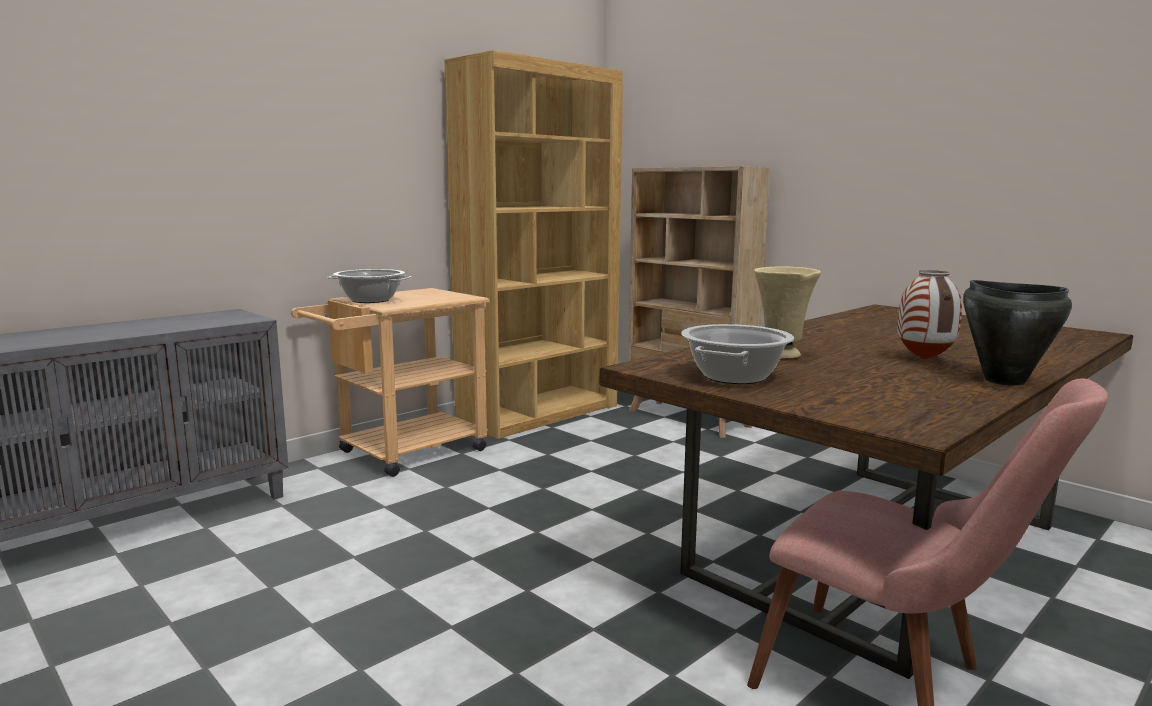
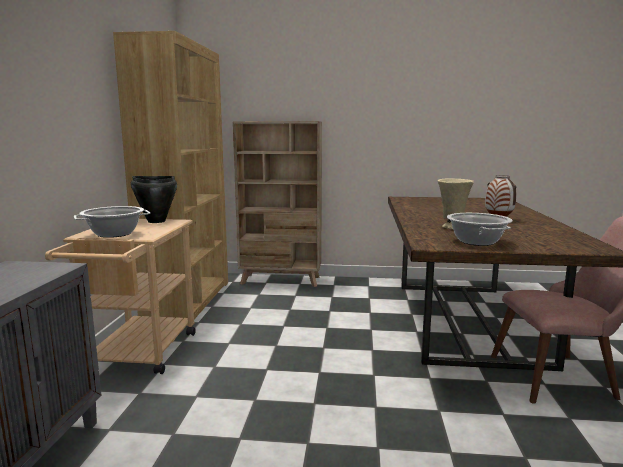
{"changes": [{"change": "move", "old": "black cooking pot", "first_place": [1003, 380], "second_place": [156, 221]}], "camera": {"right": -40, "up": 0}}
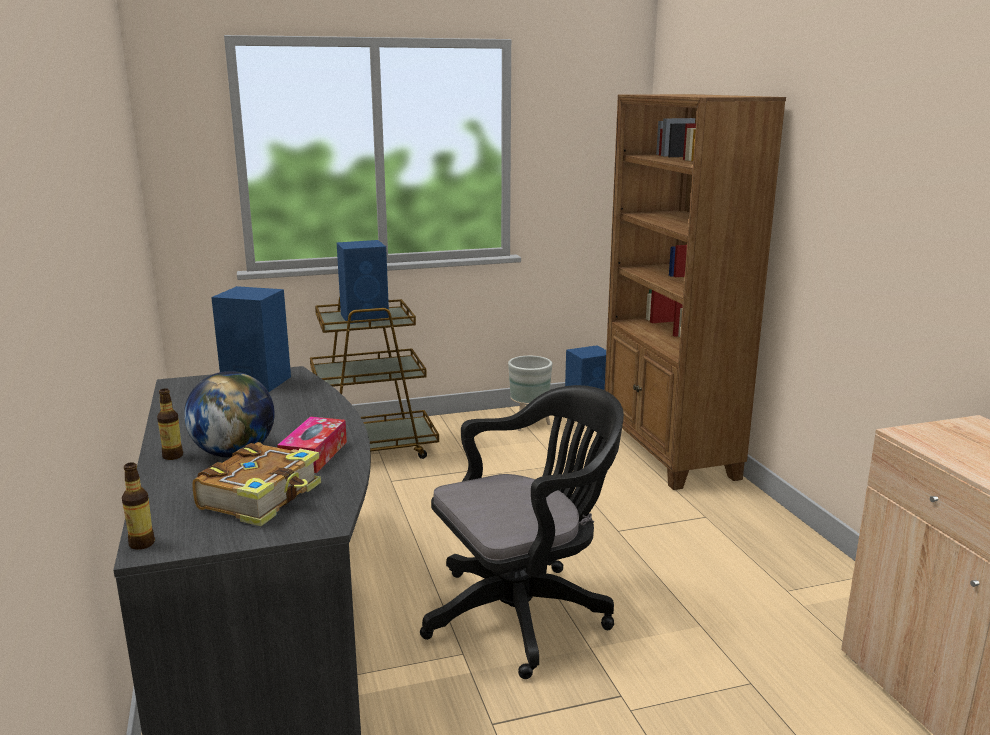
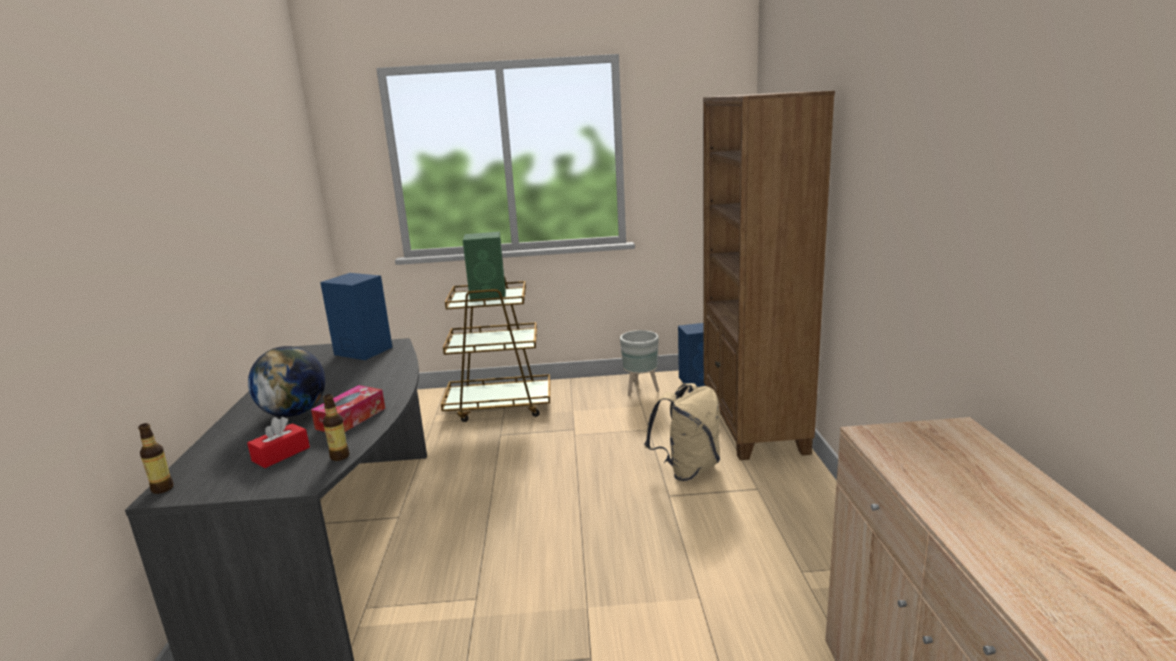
{"changes": [{"change": "move", "old": "bottle", "first_place": [173, 456], "second_place": [340, 456]}, {"change": "replace", "old": "book", "new": "red tissue box", "first_place": [262, 497], "second_place": [281, 454]}, {"change": "recolor", "old": "blue speaker", "new": "green speaker", "first_place": [366, 317], "second_place": [489, 296]}, {"change": "delete", "old": "black office chair", "first_place": [524, 612]}, {"change": "insert", "new": "beige backpack", "second_place": [687, 469]}], "camera": {"right": 15, "up": 0}}
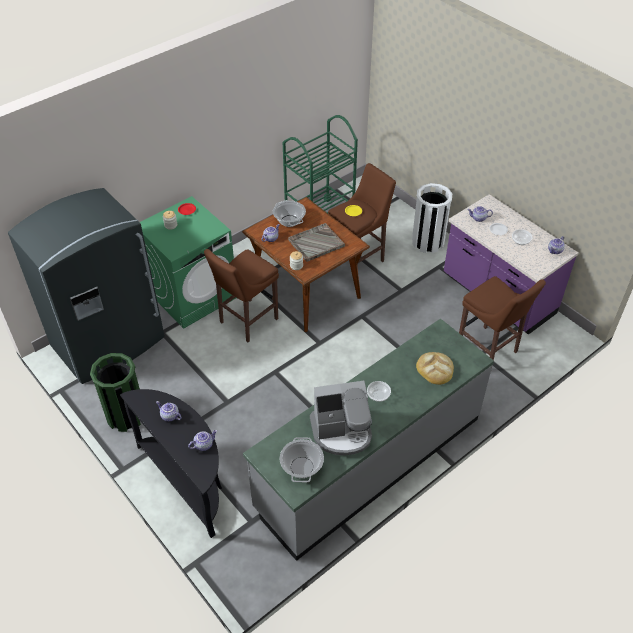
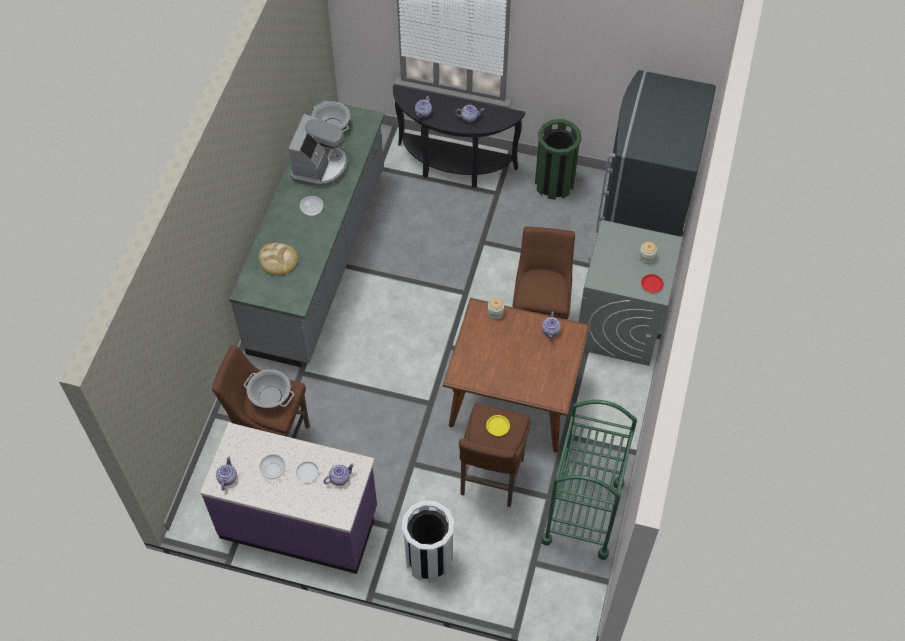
{"changes": [{"change": "recolor", "old": "green washing machine", "new": "grey washing machine", "first_place": [194, 295], "second_place": [619, 325]}, {"change": "move", "old": "cooking pot", "first_place": [289, 221], "second_place": [270, 396]}, {"change": "delete", "old": "grey tray", "first_place": [315, 243]}, {"change": "rotate", "old": "coffee machine", "first_place": [342, 432], "second_place": [320, 166], "degrees": 150}], "camera": {"right": 145, "up": 10}}
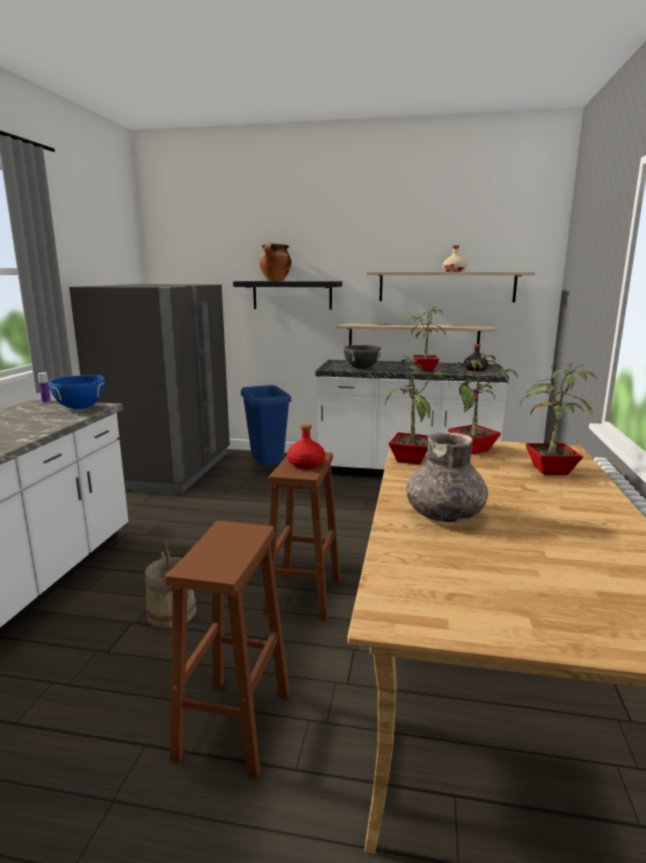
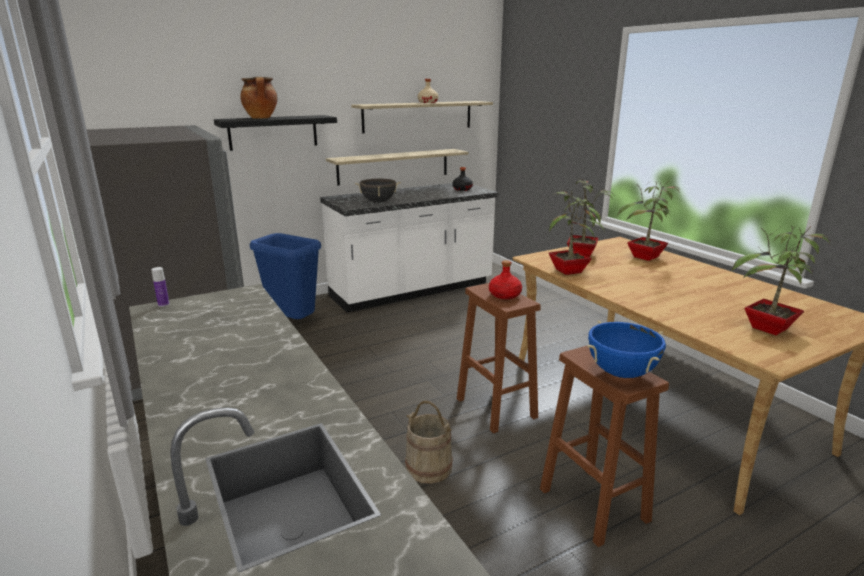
{"changes": [{"change": "move", "old": "blue cooking pot", "first_place": [80, 408], "second_place": [621, 373]}, {"change": "delete", "old": "grey vase", "first_place": [445, 515]}, {"change": "move", "old": "potted plant", "first_place": [423, 370], "second_place": [768, 329]}], "camera": {"right": -40, "up": 5}}
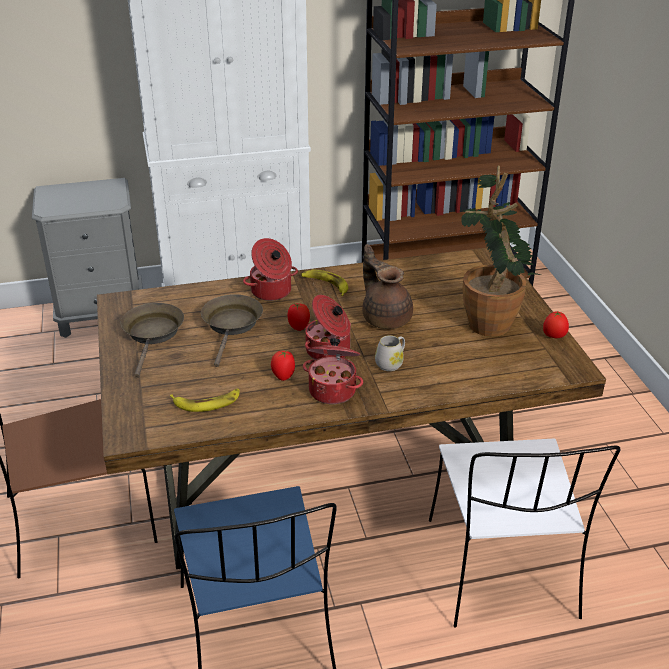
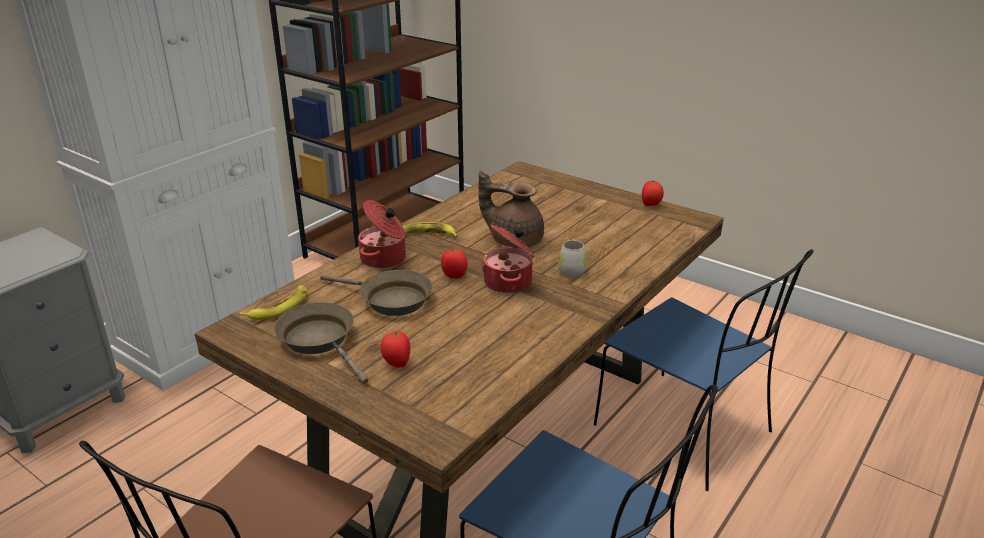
{"changes": [{"change": "move", "old": "banana", "first_place": [207, 402], "second_place": [279, 307]}, {"change": "rotate", "old": "brown frying pan", "first_place": [232, 325], "second_place": [390, 300], "degrees": 150}, {"change": "move", "old": "tomato", "first_place": [283, 376], "second_place": [396, 363]}, {"change": "delete", "old": "cooking pot", "first_place": [333, 390]}, {"change": "recolor", "old": "white chair", "new": "blue chair", "first_place": [502, 571], "second_place": [686, 430]}, {"change": "delete", "old": "potted plant", "first_place": [492, 319]}], "camera": {"right": -40, "up": -5}}
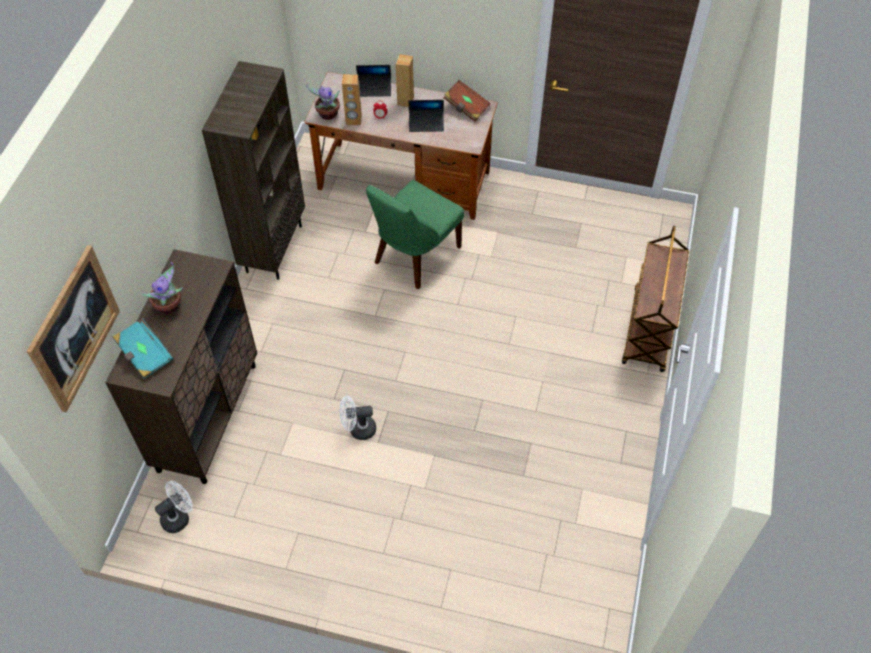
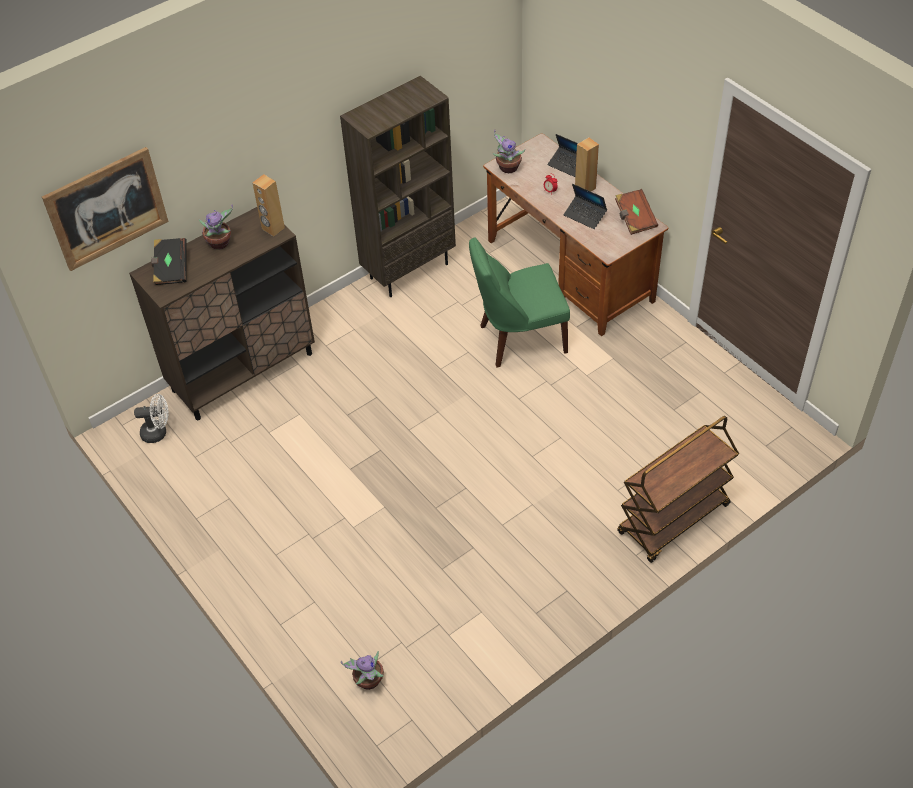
{"changes": [{"change": "recolor", "old": "turquoise book", "new": "black book", "first_place": [144, 355], "second_place": [171, 269]}, {"change": "delete", "old": "white fan", "first_place": [358, 429]}, {"change": "move", "old": "brown speaker", "first_place": [353, 120], "second_place": [273, 229]}, {"change": "insert", "new": "potted plant", "second_place": [368, 681]}], "camera": {"right": 40, "up": -5}}
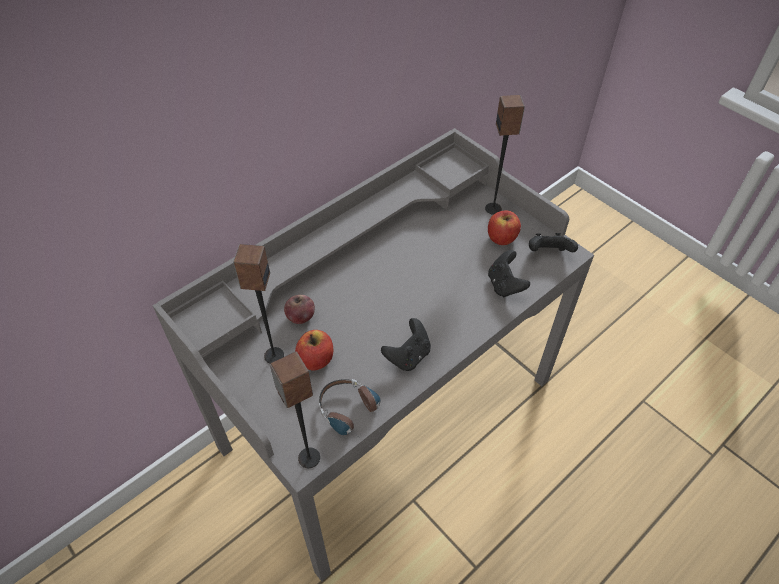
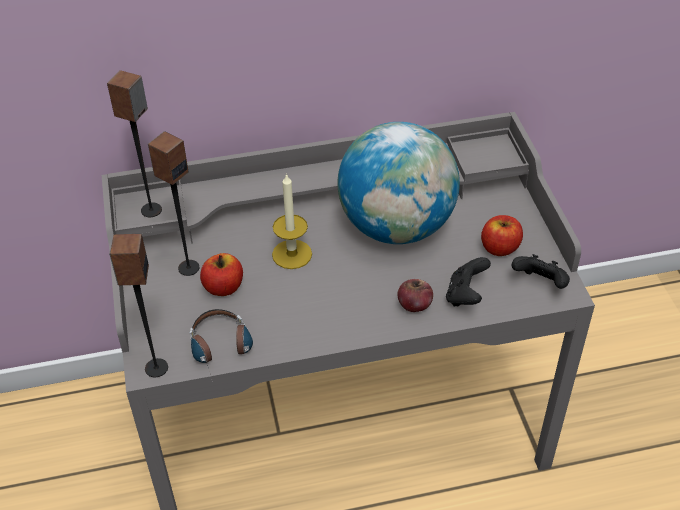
{"changes": [{"change": "move", "old": "apple", "first_place": [301, 317], "second_place": [414, 305]}, {"change": "delete", "old": "black game controller", "first_place": [408, 356]}, {"change": "move", "old": "speaker", "first_place": [493, 208], "second_place": [151, 210]}, {"change": "insert", "new": "candle", "second_place": [292, 254]}, {"change": "insert", "new": "globe", "second_place": [396, 227]}], "camera": {"right": 30, "up": -5}}
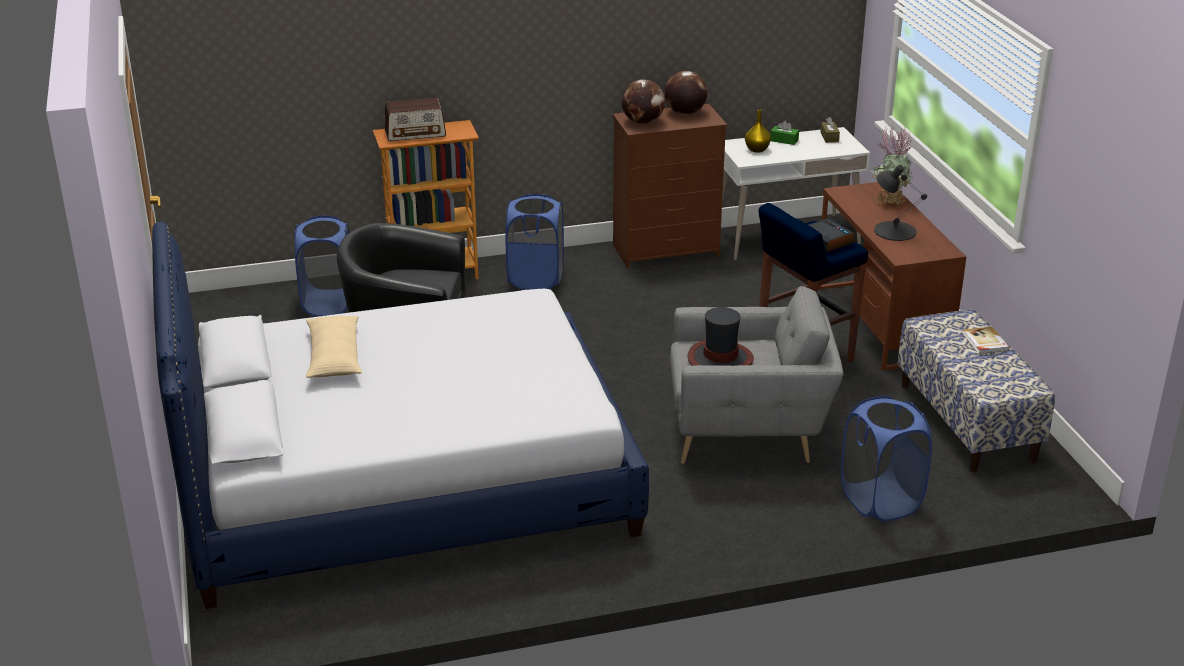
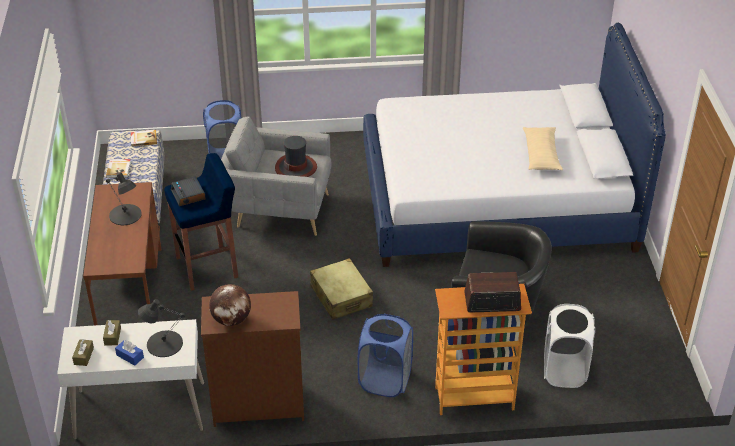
{"changes": [{"change": "recolor", "old": "blue laundry basket", "new": "white laundry basket", "first_place": [328, 303], "second_place": [564, 371]}, {"change": "delete", "old": "globe", "first_place": [642, 122]}, {"change": "replace", "old": "yellow vase", "new": "black table lamp", "first_place": [757, 150], "second_place": [164, 343]}, {"change": "recolor", "old": "green tissue box", "new": "blue tissue box", "first_place": [784, 140], "second_place": [130, 356]}, {"change": "delete", "old": "potted plant", "first_place": [889, 200]}, {"change": "insert", "new": "brown tissue box", "second_place": [112, 336]}, {"change": "insert", "new": "book", "second_place": [143, 139]}, {"change": "insert", "new": "beige suitcase", "second_place": [341, 296]}], "camera": {"right": -170, "up": 10}}
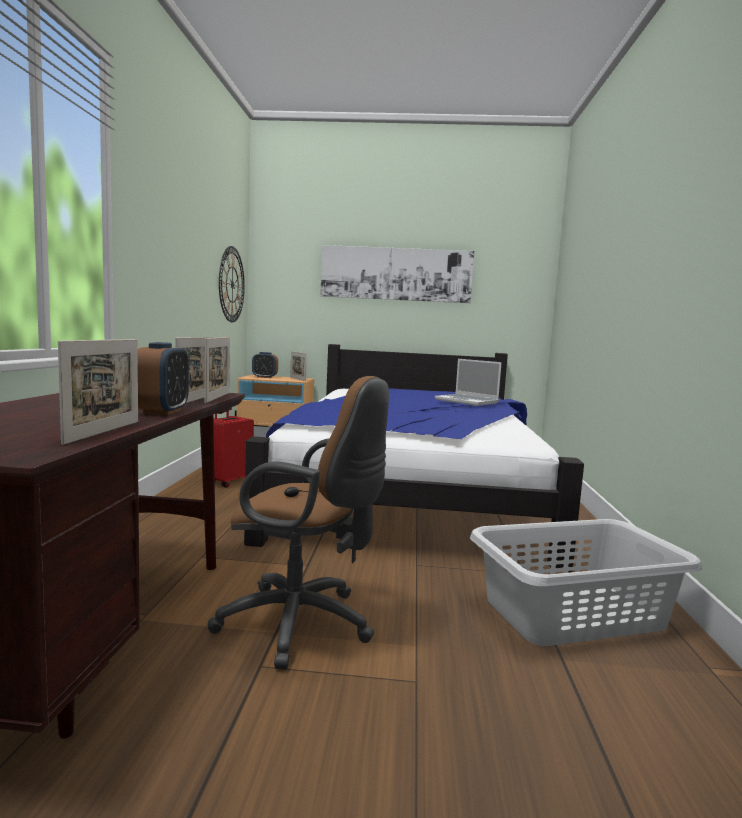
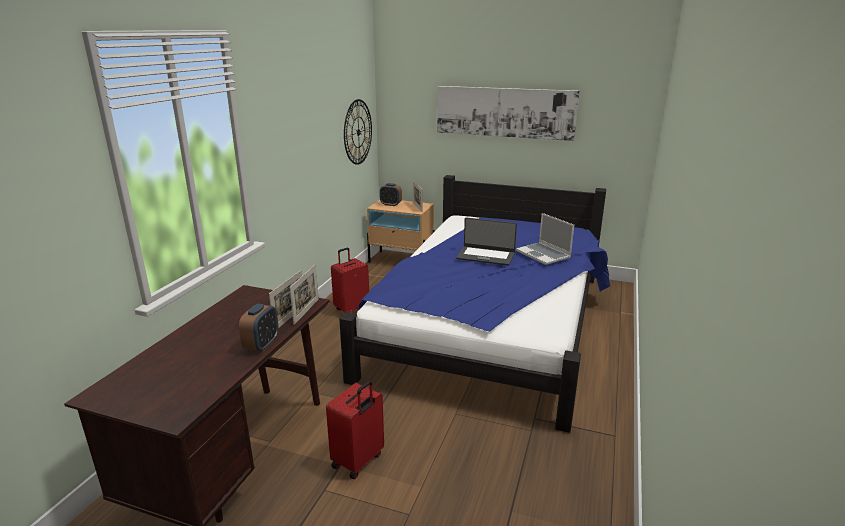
{"changes": [{"change": "delete", "old": "picture frame", "first_place": [104, 432]}, {"change": "replace", "old": "brown office chair", "new": "red suitcase", "first_place": [303, 625], "second_place": [358, 461]}, {"change": "delete", "old": "grey laundry basket", "first_place": [572, 612]}, {"change": "insert", "new": "laptop", "second_place": [485, 256]}], "camera": {"right": 15, "up": 15}}
